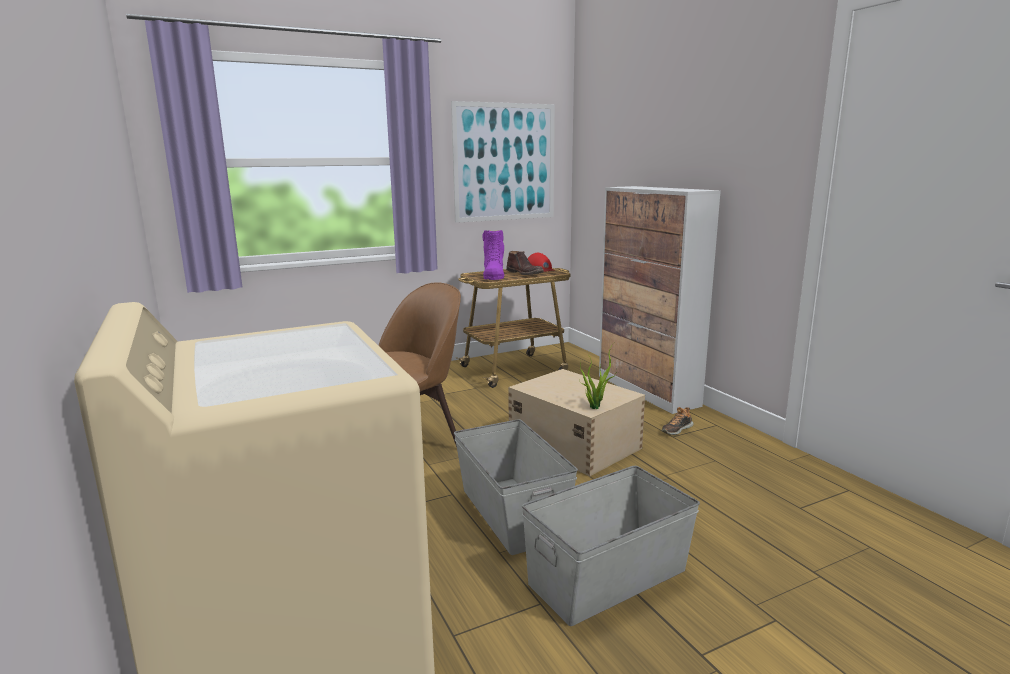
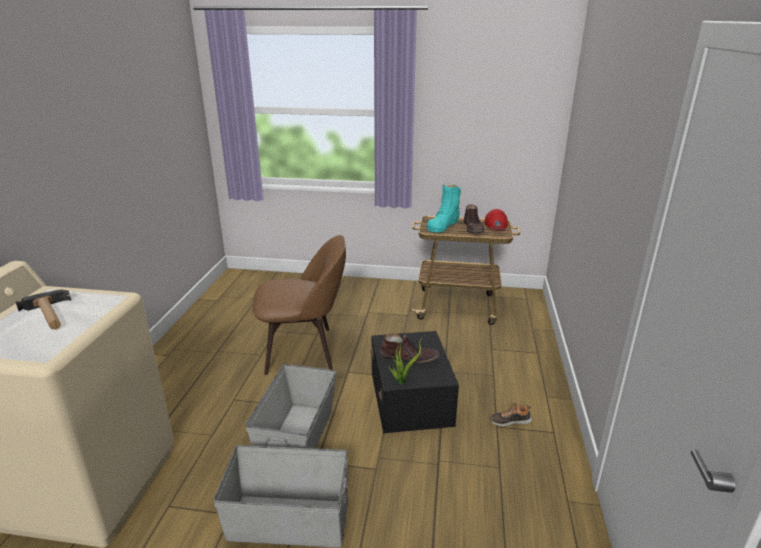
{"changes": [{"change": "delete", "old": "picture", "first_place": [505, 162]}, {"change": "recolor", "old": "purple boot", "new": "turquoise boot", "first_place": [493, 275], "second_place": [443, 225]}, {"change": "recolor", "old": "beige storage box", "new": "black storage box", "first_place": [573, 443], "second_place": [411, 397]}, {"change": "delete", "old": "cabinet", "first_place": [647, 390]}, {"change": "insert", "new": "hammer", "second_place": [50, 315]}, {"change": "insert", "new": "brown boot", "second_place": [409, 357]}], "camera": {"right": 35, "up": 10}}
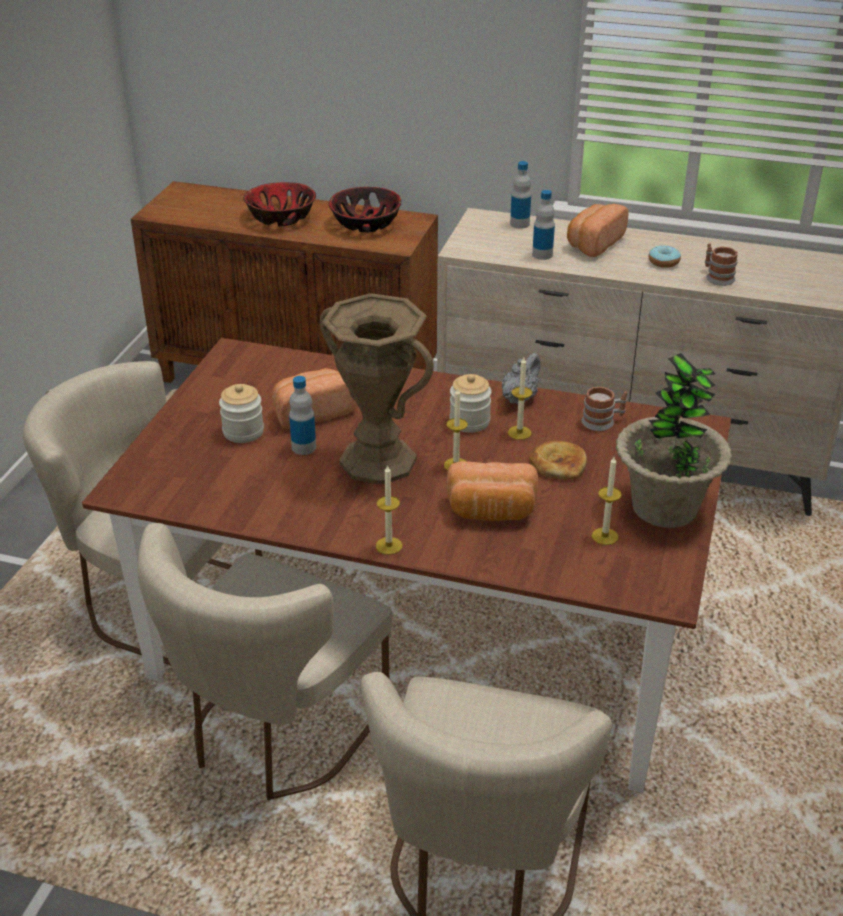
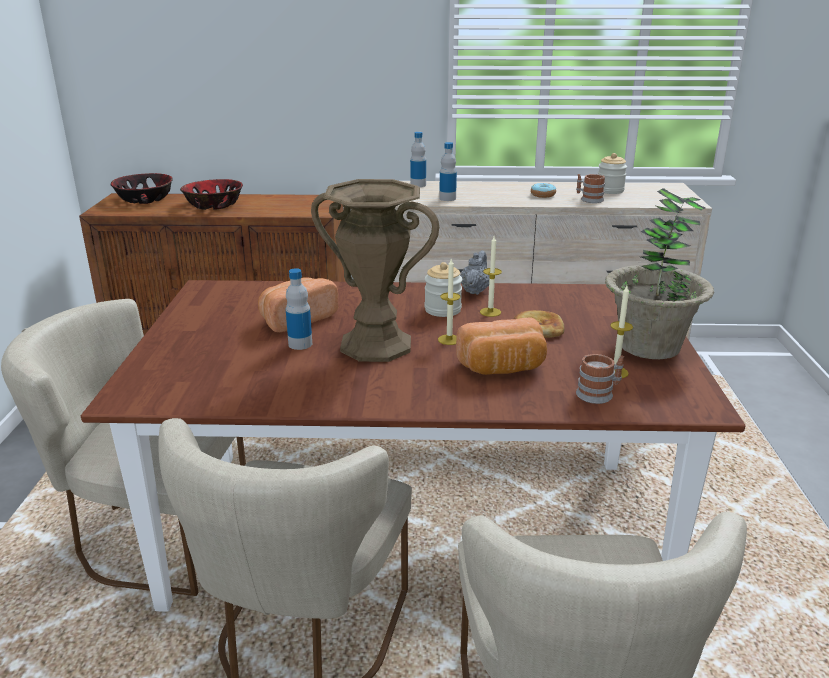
{"changes": [{"change": "move", "old": "jar", "first_place": [243, 432], "second_place": [610, 190]}, {"change": "move", "old": "bowl", "first_place": [366, 223], "second_place": [145, 199]}, {"change": "delete", "old": "candle", "first_place": [389, 546]}, {"change": "delete", "old": "bread", "first_place": [593, 243]}, {"change": "move", "old": "mug", "first_place": [603, 421], "second_place": [599, 393]}], "camera": {"right": -15, "up": -10}}
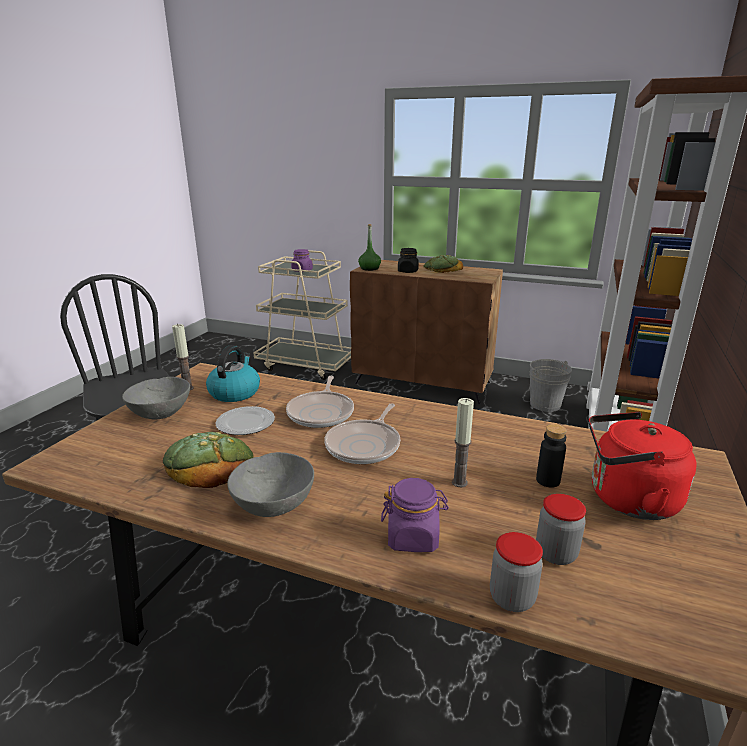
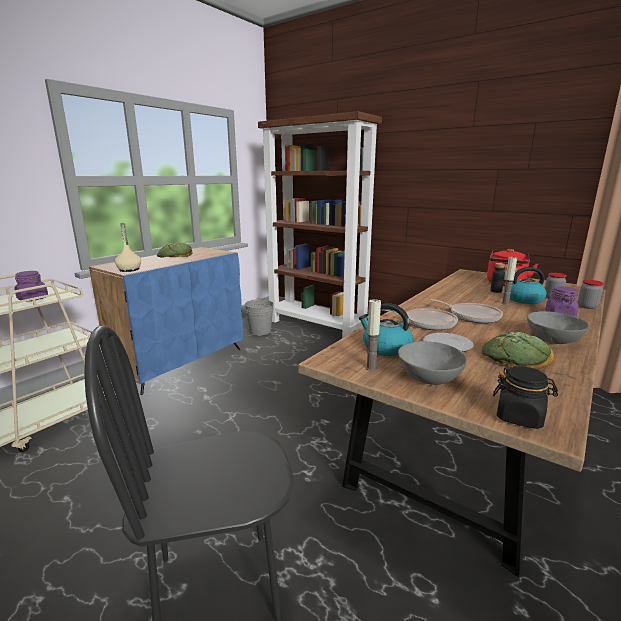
{"changes": [{"change": "recolor", "old": "brown cabinet", "new": "blue cabinet", "first_place": [423, 383], "second_place": [181, 362]}, {"change": "recolor", "old": "green bottle", "new": "beige bottle", "first_place": [369, 269], "second_place": [129, 270]}, {"change": "move", "old": "black jar", "first_place": [408, 271], "second_place": [519, 417]}, {"change": "insert", "new": "kettle", "second_place": [523, 300]}], "camera": {"right": -75, "up": -5}}
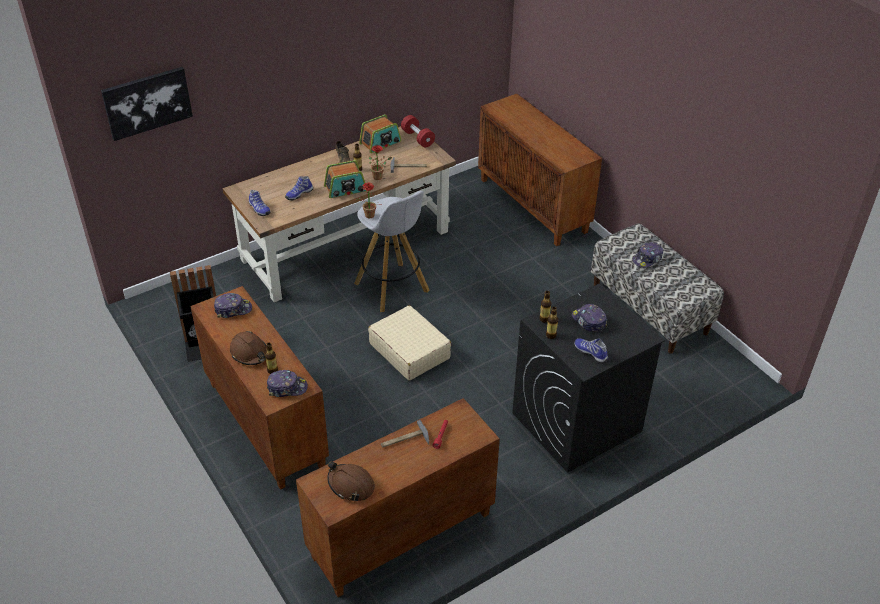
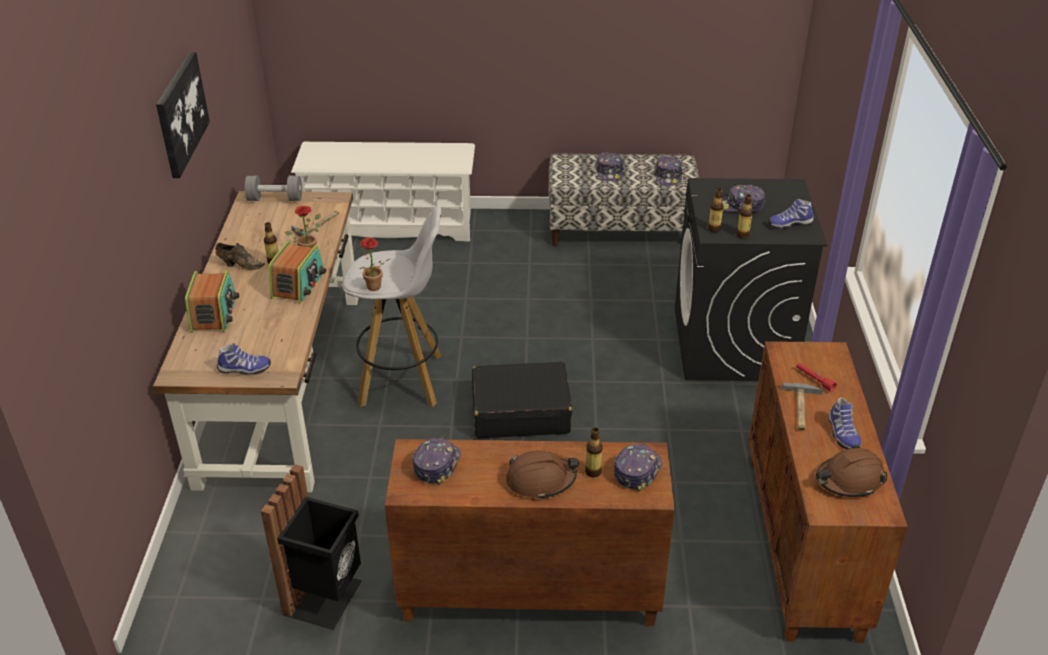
{"changes": [{"change": "move", "old": "picture", "first_place": [147, 102], "second_place": [181, 113]}, {"change": "move", "old": "shoe", "first_place": [299, 194], "second_place": [842, 434]}, {"change": "move", "old": "radio", "first_place": [380, 143], "second_place": [214, 314]}, {"change": "recolor", "old": "beige suitcase", "new": "black suitcase", "first_place": [409, 350], "second_place": [520, 412]}, {"change": "recolor", "old": "red dumbbell", "new": "grey dumbbell", "first_place": [417, 138], "second_place": [275, 199]}, {"change": "replace", "old": "brown cabinet", "new": "white shoe rack", "first_place": [534, 205], "second_place": [391, 225]}, {"change": "insert", "new": "cap", "second_place": [668, 176]}], "camera": {"right": -55, "up": -5}}
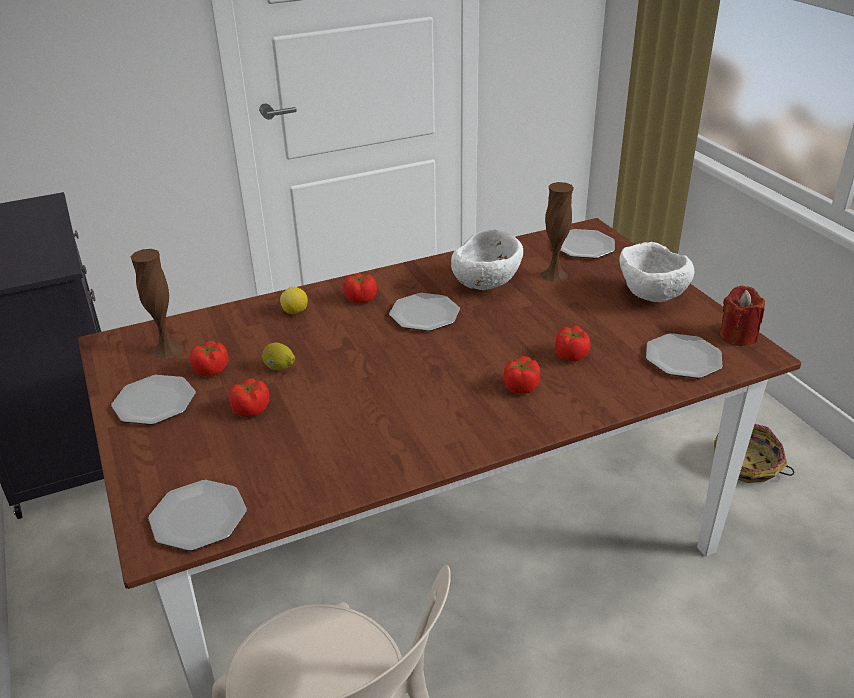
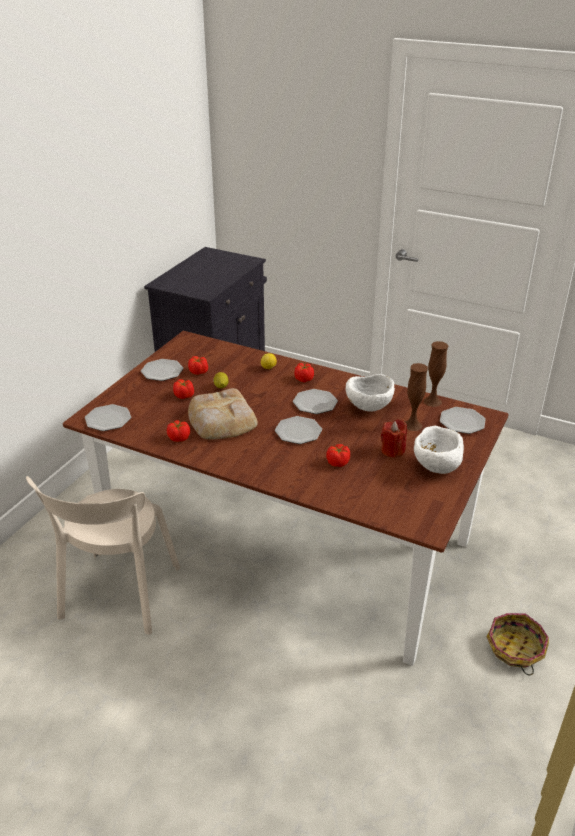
{"changes": [{"change": "move", "old": "brown vase", "first_place": [167, 350], "second_place": [432, 401]}, {"change": "move", "old": "tomato", "first_place": [520, 387], "second_place": [179, 438]}, {"change": "move", "old": "plate", "first_place": [683, 358], "second_place": [298, 432]}, {"change": "move", "old": "red candle", "first_place": [737, 336], "second_place": [392, 450]}, {"change": "insert", "new": "bread", "second_place": [222, 420]}], "camera": {"right": 50, "up": 0}}
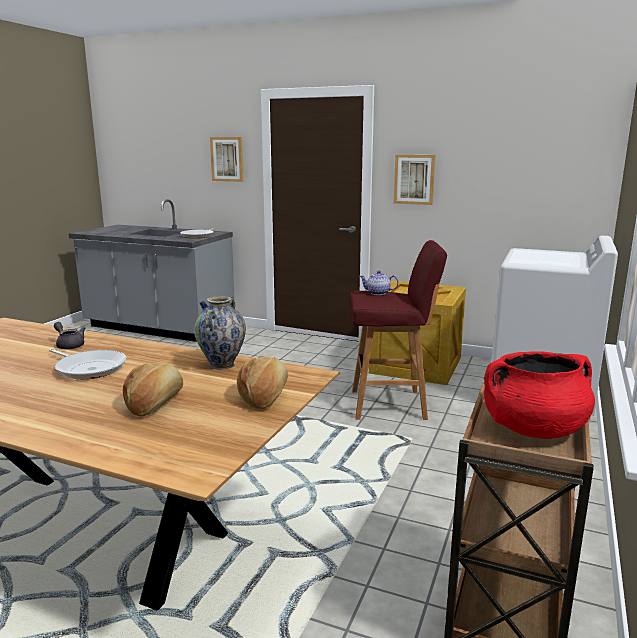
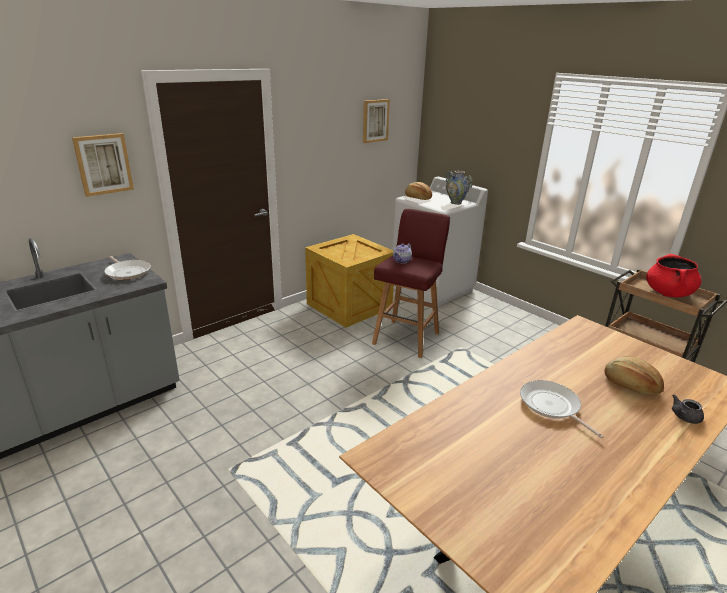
{"changes": [{"change": "rotate", "old": "frying pan", "first_place": [89, 368], "second_place": [551, 406], "degrees": -90}, {"change": "move", "old": "grey teapot", "first_place": [69, 345], "second_place": [683, 417]}, {"change": "move", "old": "vase", "first_place": [222, 365], "second_place": [456, 203]}, {"change": "move", "old": "bread", "first_place": [264, 396], "second_place": [417, 197]}, {"change": "move", "old": "picture", "first_place": [414, 179], "second_place": [375, 120]}], "camera": {"right": -65, "up": 10}}
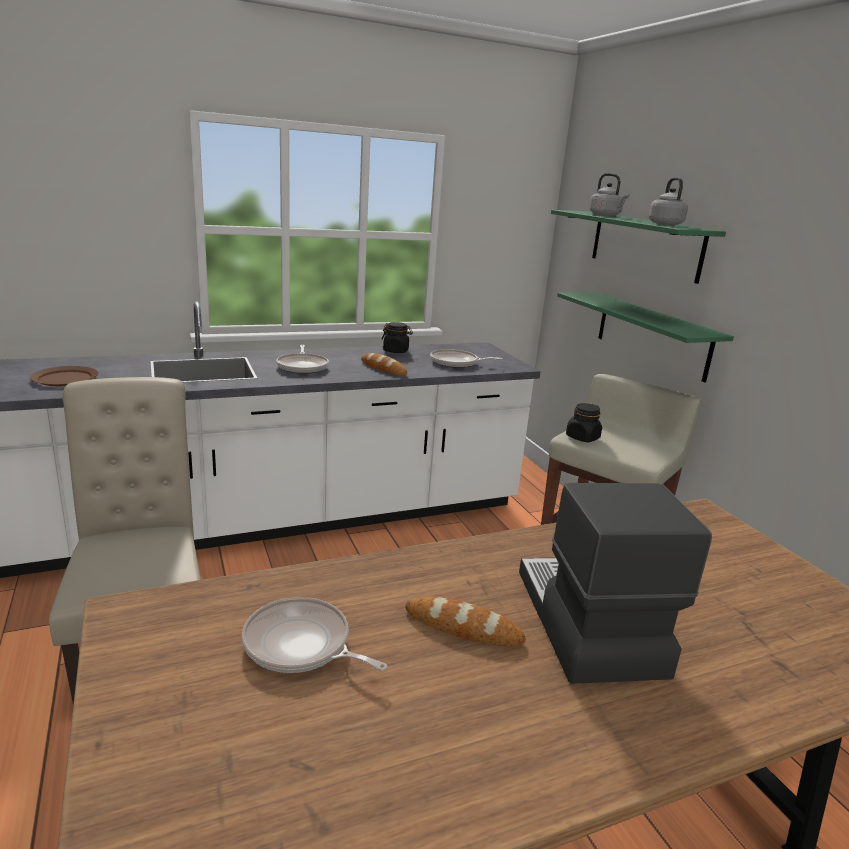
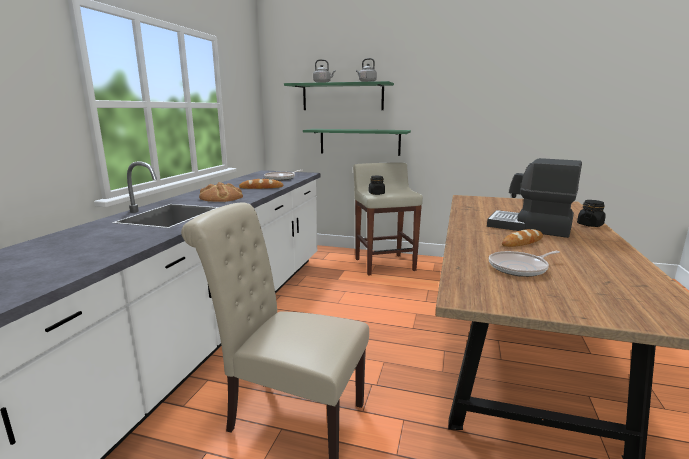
{"changes": [{"change": "delete", "old": "brown plate", "first_place": [65, 378]}, {"change": "replace", "old": "frying pan", "new": "bread", "first_place": [303, 367], "second_place": [221, 197]}, {"change": "move", "old": "black jar", "first_place": [396, 351], "second_place": [590, 225]}], "camera": {"right": -50, "up": -5}}
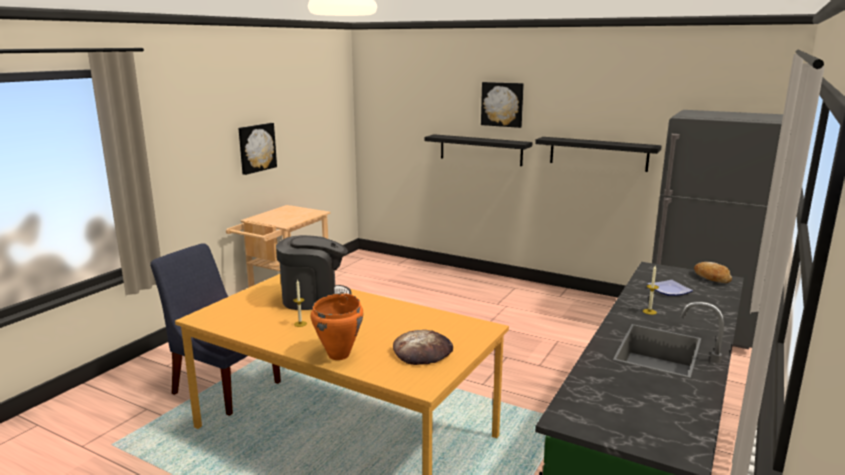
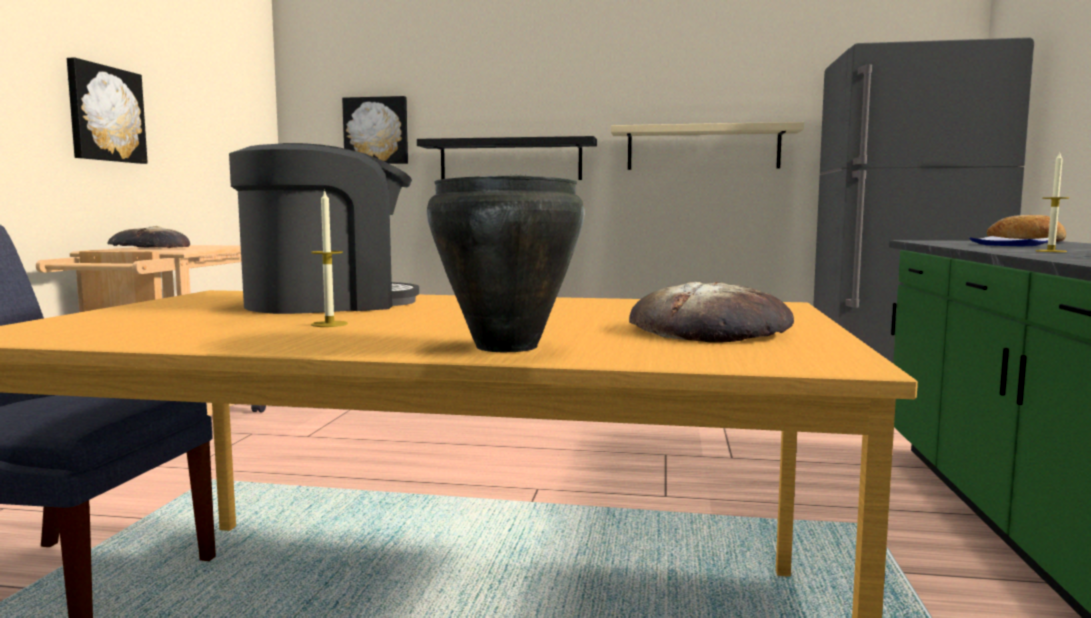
{"changes": [{"change": "recolor", "old": "orange cooking pot", "new": "black cooking pot", "first_place": [339, 355], "second_place": [508, 346]}, {"change": "move", "old": "picture", "first_place": [502, 104], "second_place": [376, 131]}, {"change": "recolor", "old": "black shelf", "new": "beige shelf", "first_place": [598, 154], "second_place": [703, 148]}, {"change": "insert", "new": "bread", "second_place": [149, 248]}], "camera": {"right": -20, "up": -10}}
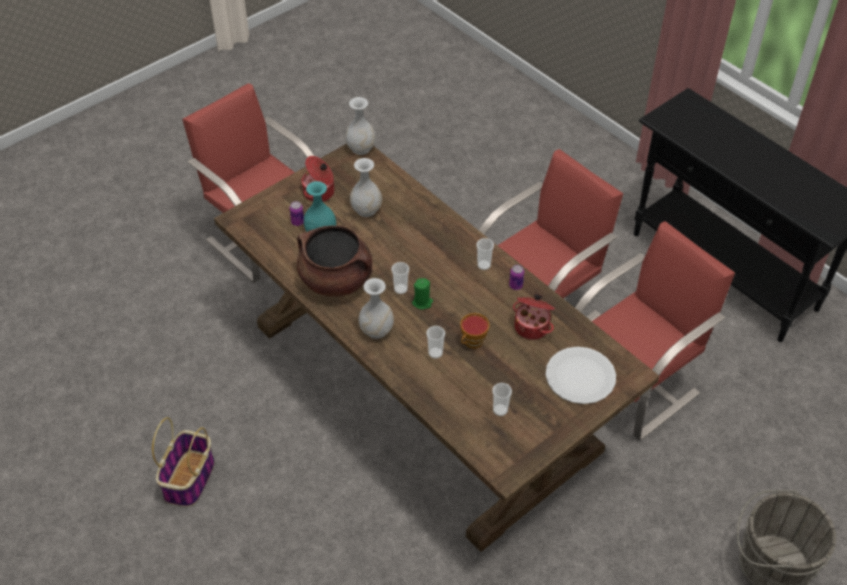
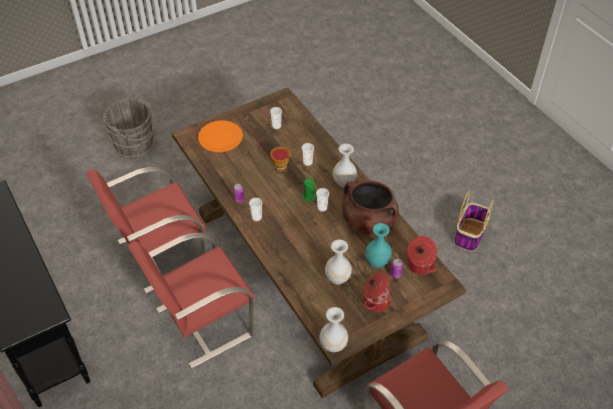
{"changes": [{"change": "move", "old": "cooking pot", "first_place": [532, 326], "second_place": [420, 265]}, {"change": "recolor", "old": "white plate", "new": "orange plate", "first_place": [580, 377], "second_place": [220, 137]}], "camera": {"right": -170, "up": 0}}
